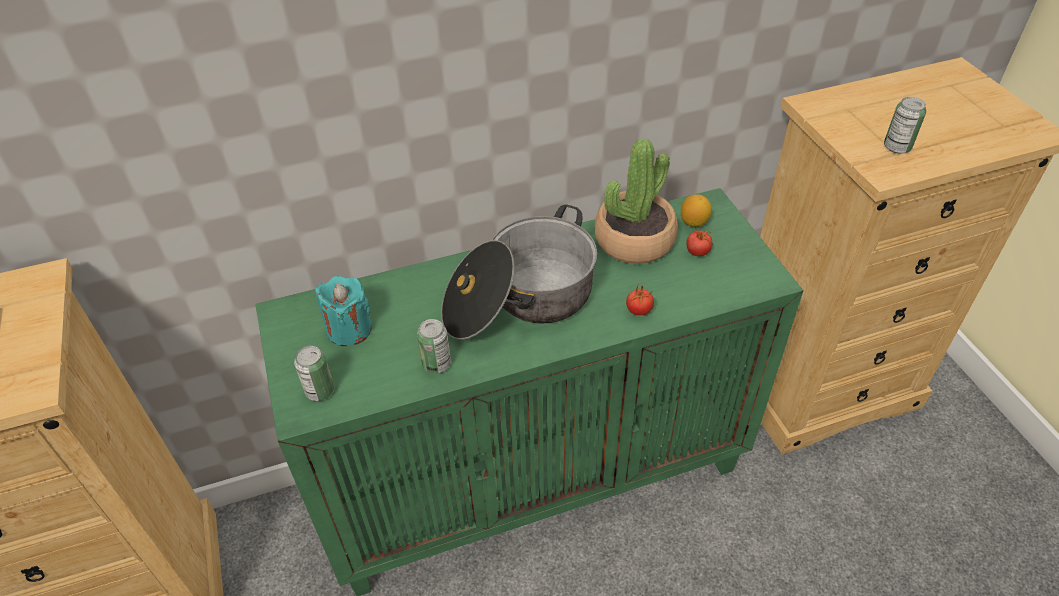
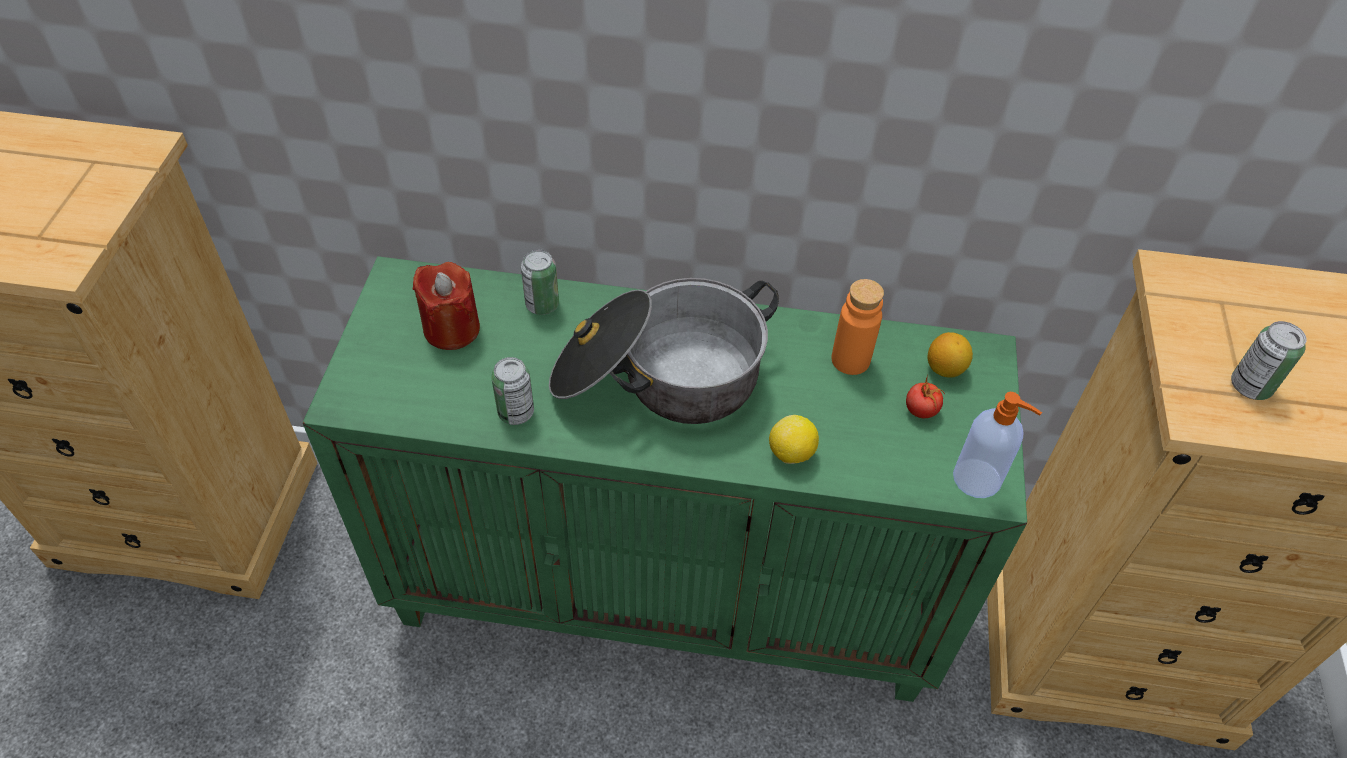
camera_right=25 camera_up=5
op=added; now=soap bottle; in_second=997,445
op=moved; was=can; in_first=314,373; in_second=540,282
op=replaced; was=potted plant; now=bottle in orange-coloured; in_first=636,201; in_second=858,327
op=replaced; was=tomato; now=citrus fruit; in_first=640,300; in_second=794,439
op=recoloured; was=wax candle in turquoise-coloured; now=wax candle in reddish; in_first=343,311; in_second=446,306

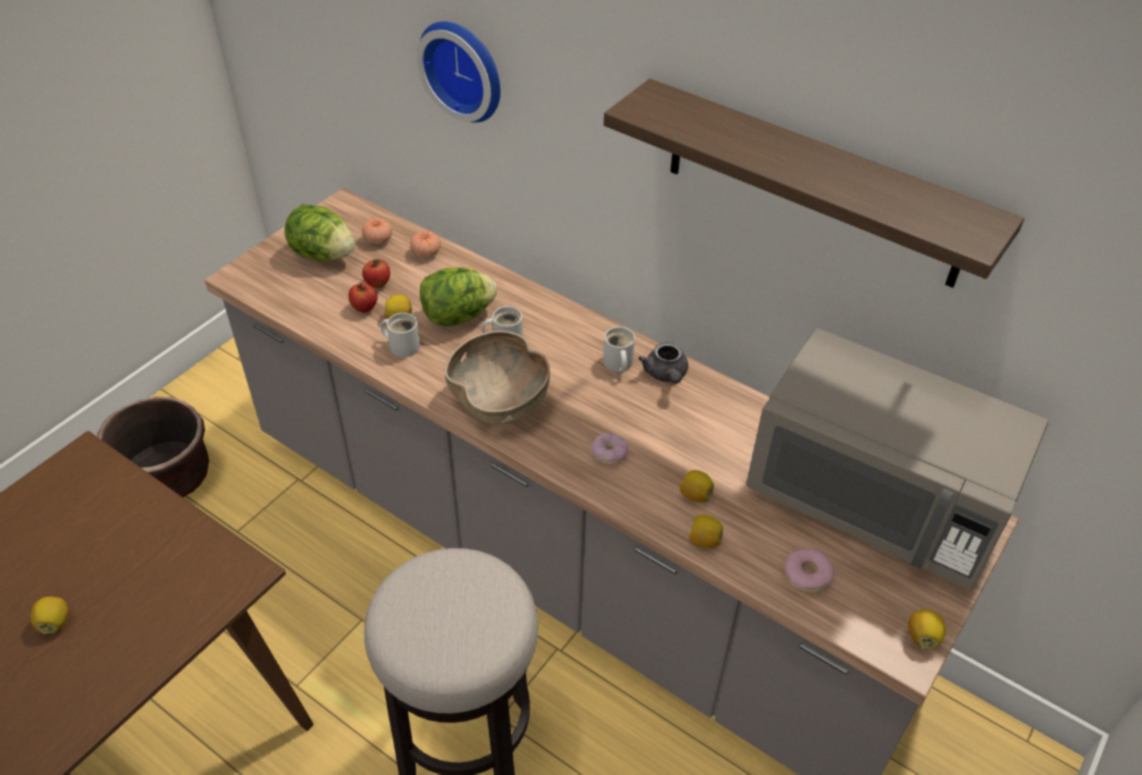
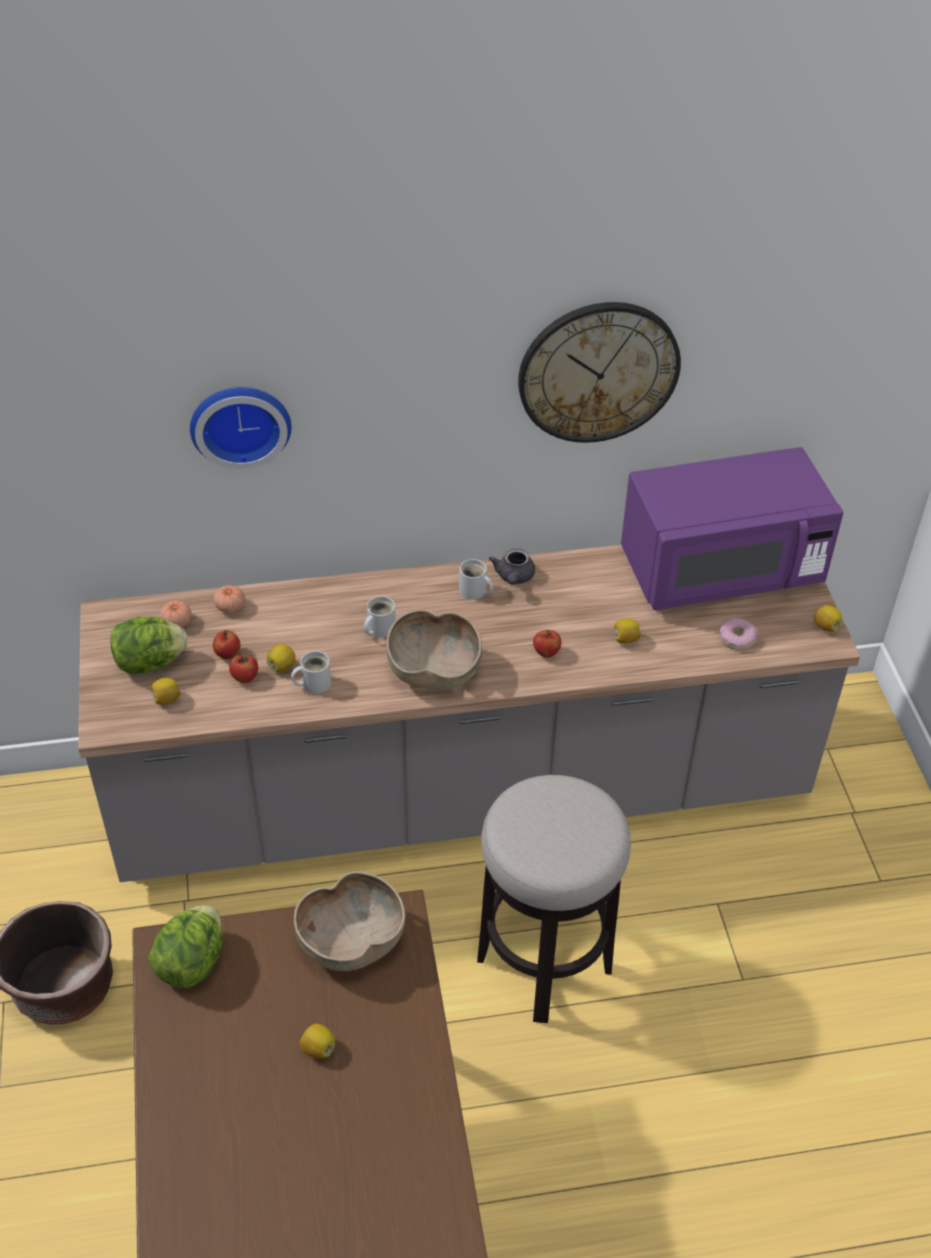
camera_right=-45 camera_up=0
op=added; now=serving bowl in brownish; in_second=350,921
op=moved; was=head of lettuce; in_first=458,296; in_second=185,946
op=moved; was=citrus fruit; in_first=706,531; in_second=166,691
op=replaced; was=ring doughnut; now=whole apple; in_first=609,448; in_second=547,644
op=replaced; was=bracket shelf; now=wall clock; in_first=814,183; in_second=599,372
op=recoloured; was=kitchen microwave in greyish; now=kitchen microwave in purple-coloured; in_first=897,459; in_second=732,528
op=turned; was=tea pot in greyish; in_first=663,363; in_second=512,567; clockwise=60

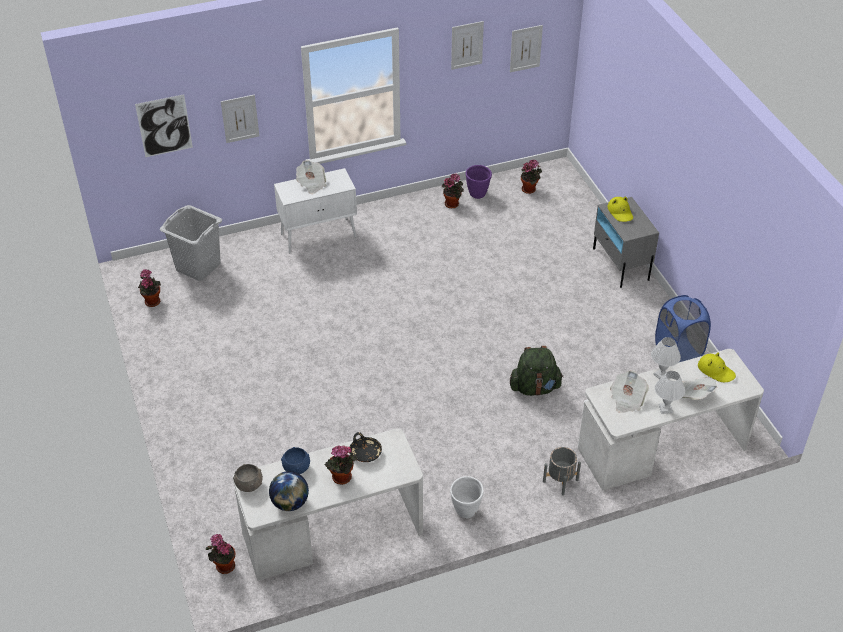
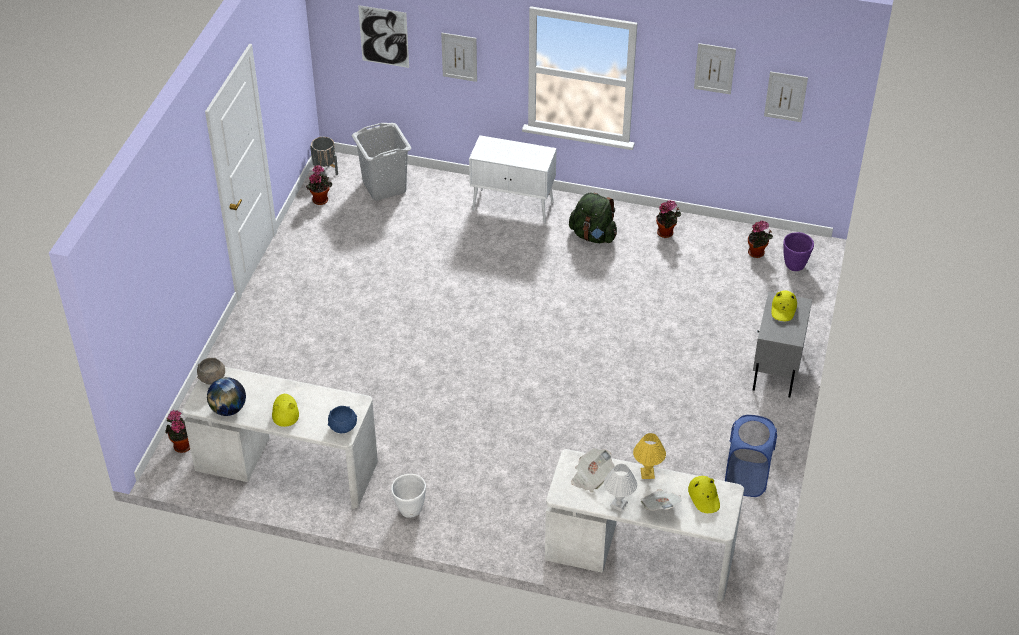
camera_right=35 camera_up=0
op=removed; was=newspaper; in_first=311,177
op=removed; was=serving bowl in black; in_first=366,447
op=moved; was=serving bowl in blue-coloured; in_first=295,460; in_second=342,419
op=moved; was=planter in purple-coloured; in_first=479,182; in_second=798,251
op=moved; was=backpack in greenish; in_first=536,371; in_second=593,218
op=moved; was=planter in greyish; in_first=562,471; in_second=324,156
op=replaced; was=potted plant; now=clothing hat in yellow; in_first=340,465; in_second=285,410
op=recoloured; was=table lamp in white-coloured; now=table lamp in yellow; in_first=666,358; in_second=649,456

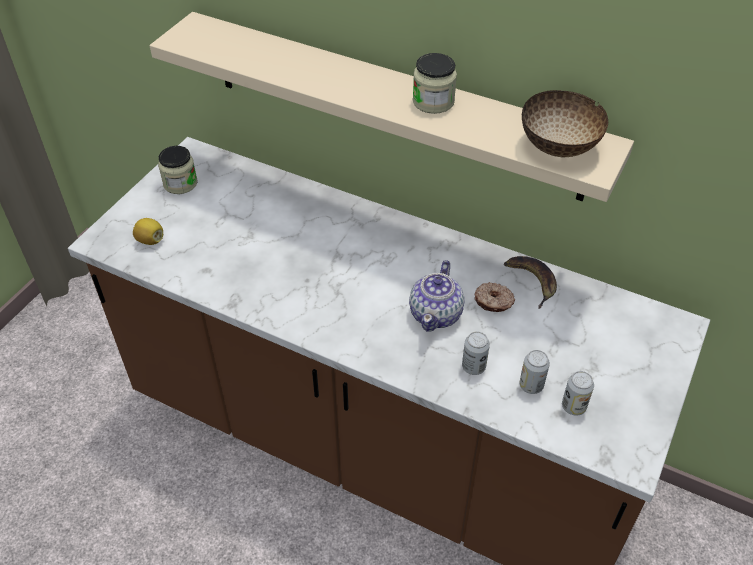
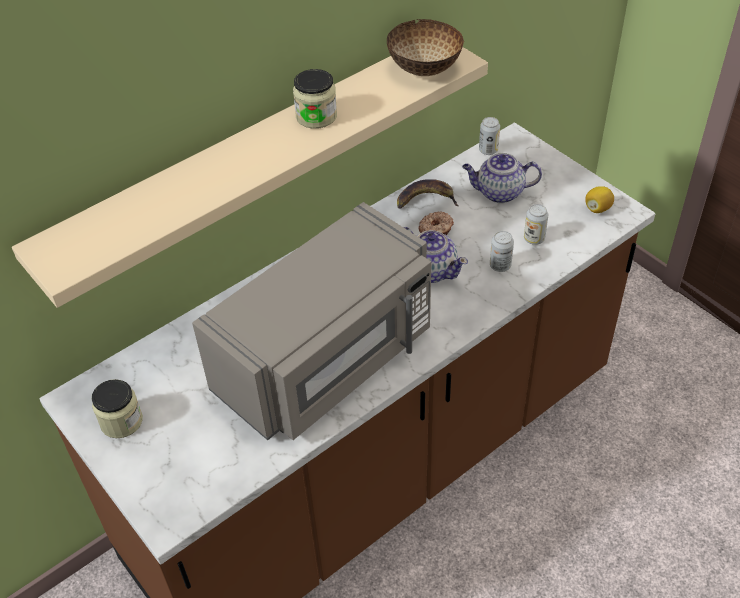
camera_right=-65 camera_up=0
op=added; now=kitchen microwave in greyish; in_second=311,321
op=added; now=tea pot; in_second=502,178
op=moved; was=citrus fruit; in_first=148,231; in_second=599,199
op=moved; was=can; in_first=578,393; in_second=489,136

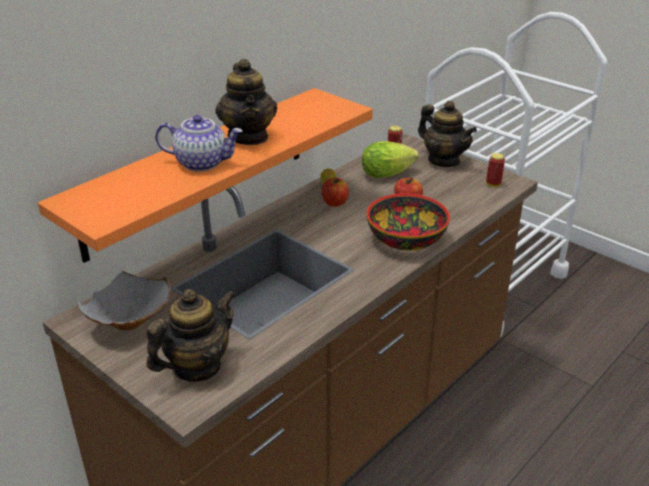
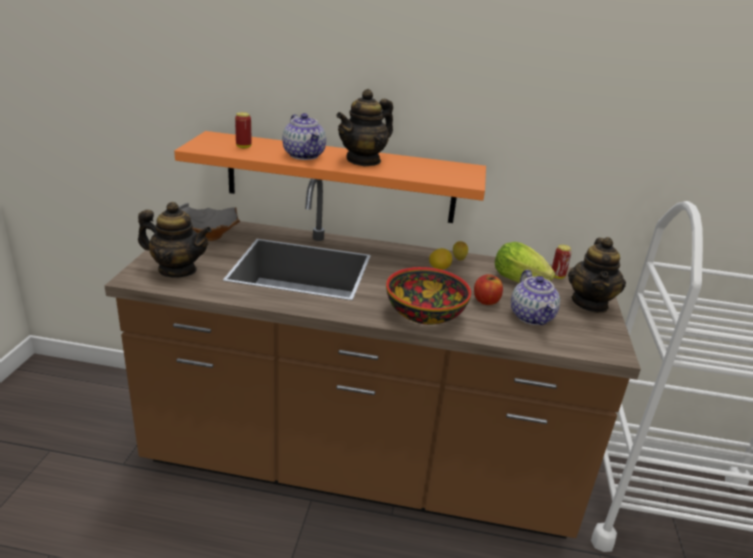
camera_right=55 camera_up=-5
op=added; now=tea pot; in_second=535,297
op=moved; was=can; in_first=495,170; in_second=243,130
op=replaced; was=whole apple; now=citrus fruit; in_first=335,192; in_second=440,259

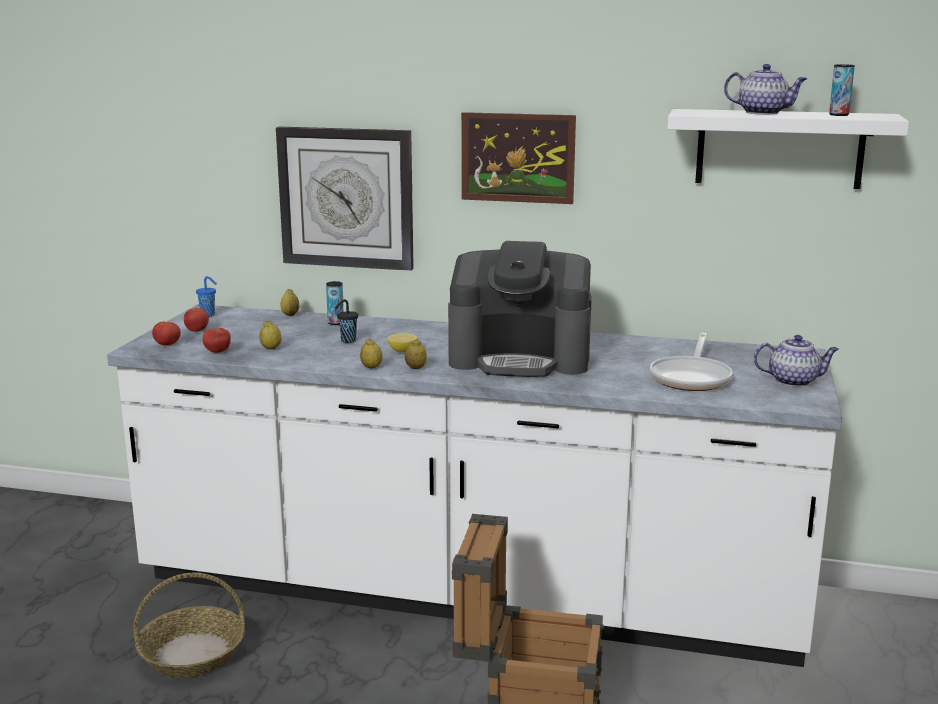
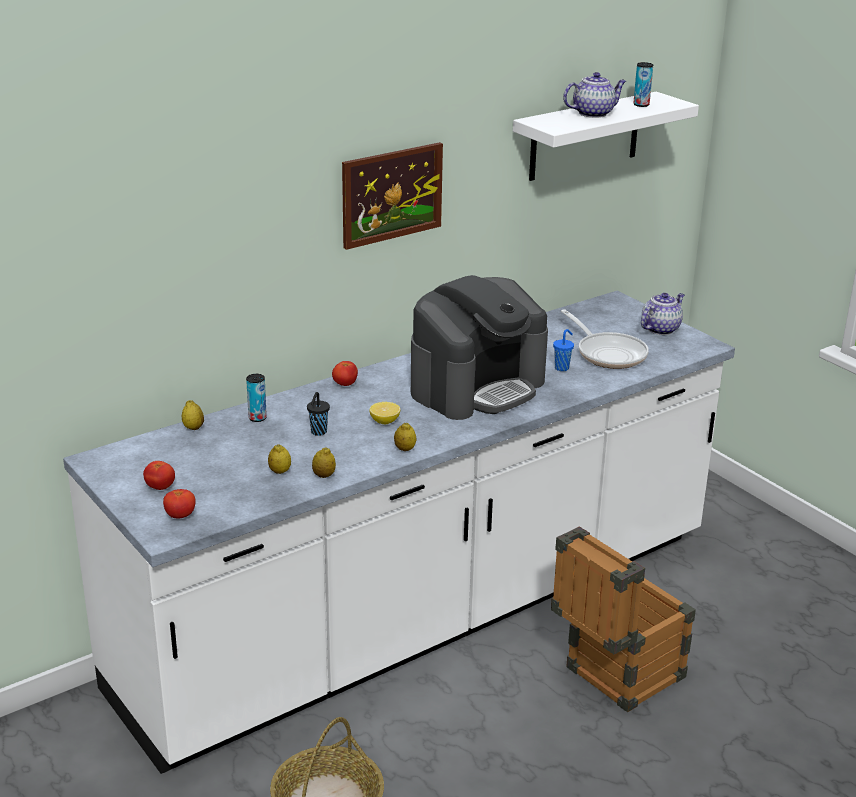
camera_right=-50 camera_up=10
op=removed; was=wall clock; in_first=345,199
op=moved; was=cup in blue-coloured; in_first=206,296; in_second=563,350
op=moved; was=tomato; in_first=217,340; in_second=345,373
op=moved; was=citrus fruit; in_first=416,354; in_second=324,462

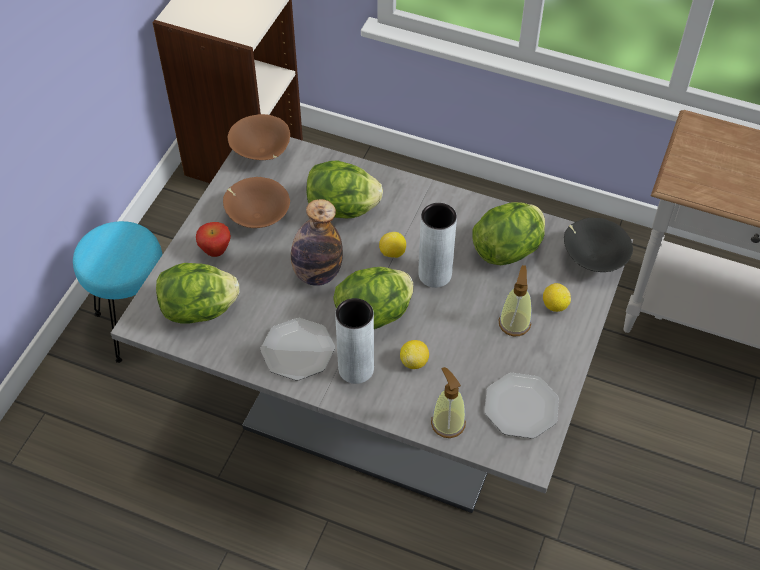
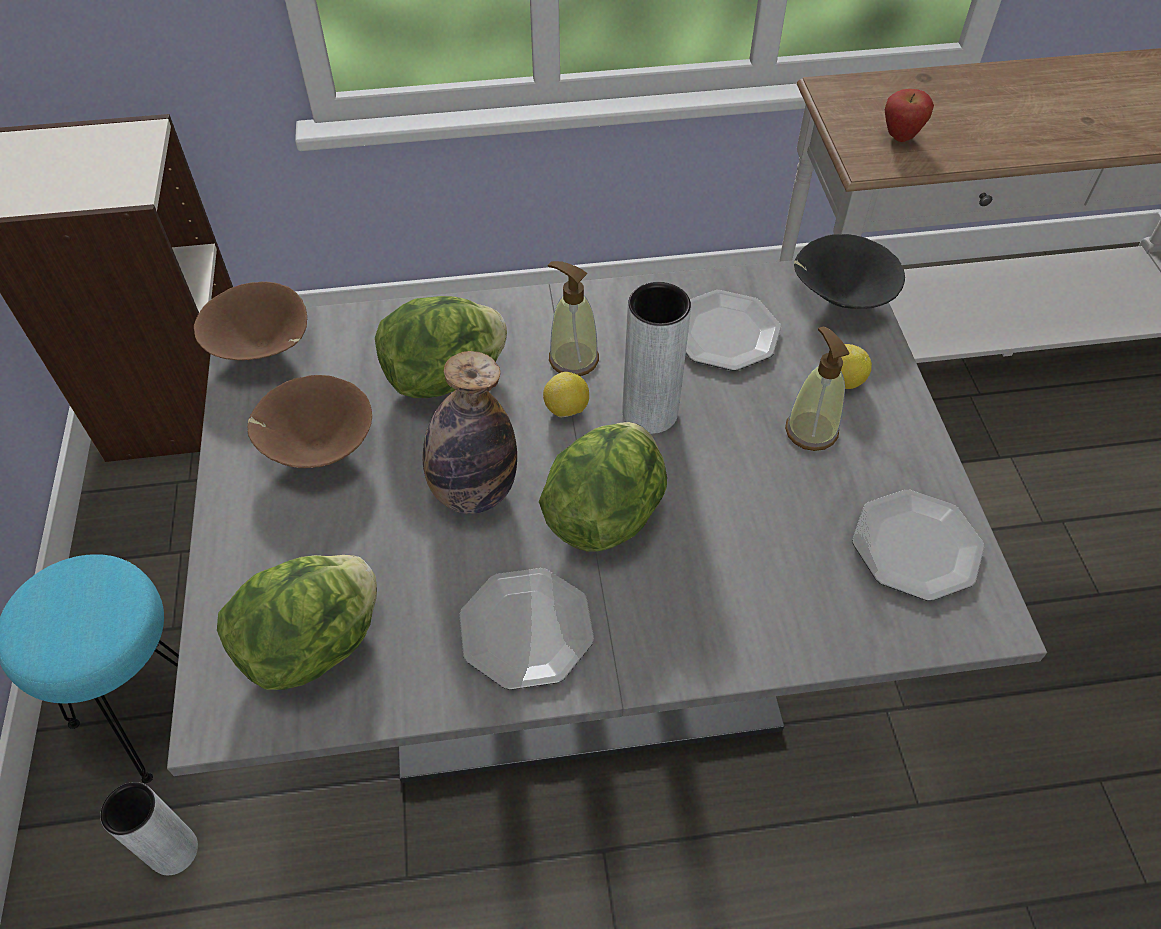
camera_right=-30 camera_up=0
op=removed; was=citrus fruit; in_first=414,354
op=moved; was=whole apple; in_first=213,239; in_second=909,115
op=moved; was=decorative vase in greyish; in_first=354,341; in_second=149,828
op=moved; was=soap bottle; in_first=448,402; in_second=573,318
op=replaced; was=head of lettuce; now=flat dish; in_first=508,233; in_second=733,330

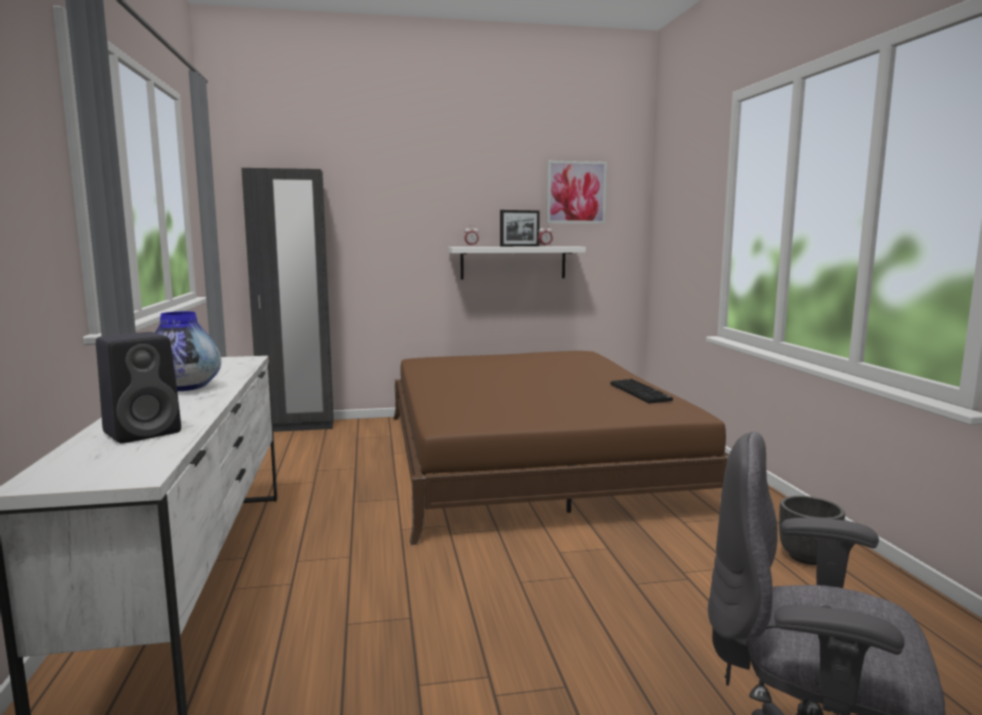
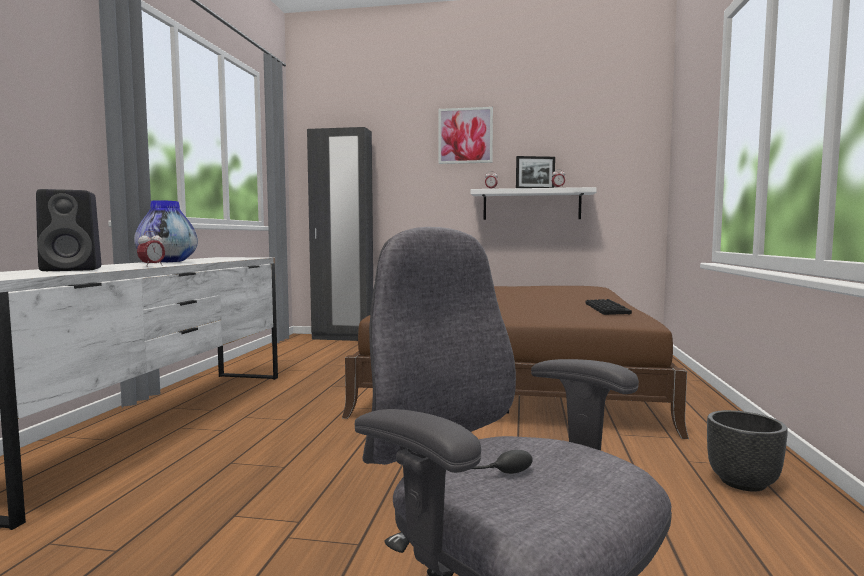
camera_right=20 camera_up=-5
op=added; now=bedside clock; in_second=151,248
op=moved; was=picture; in_first=577,192; in_second=466,135

